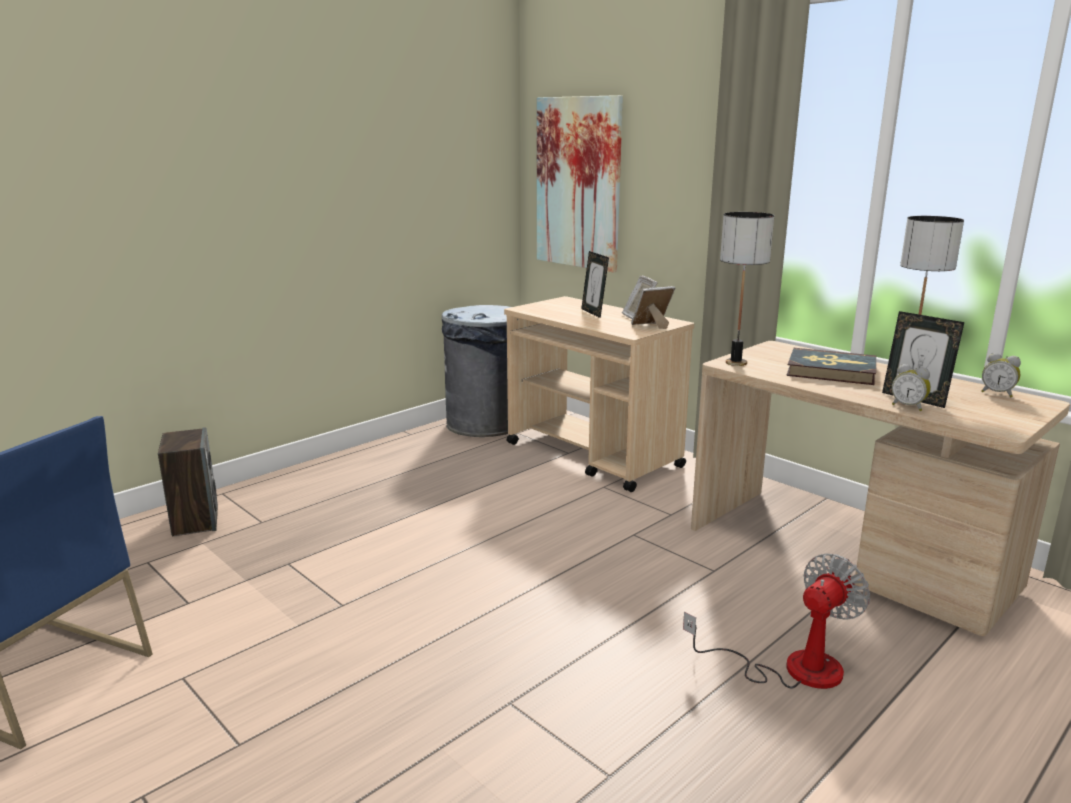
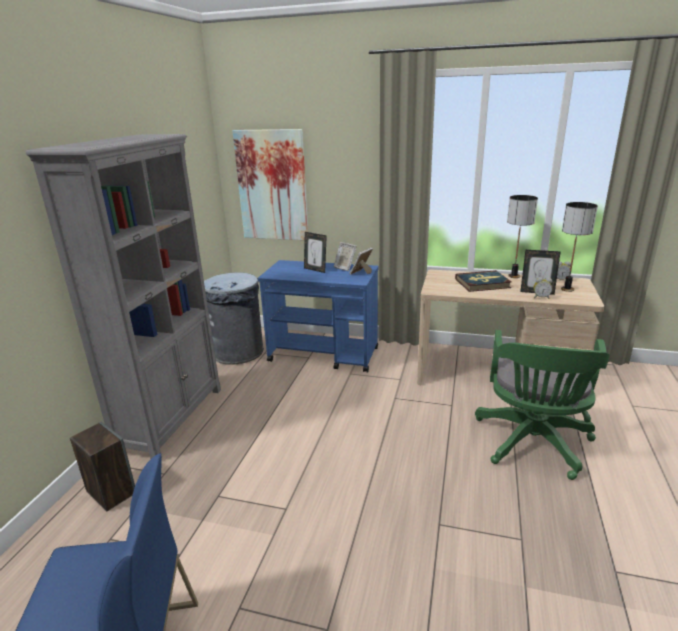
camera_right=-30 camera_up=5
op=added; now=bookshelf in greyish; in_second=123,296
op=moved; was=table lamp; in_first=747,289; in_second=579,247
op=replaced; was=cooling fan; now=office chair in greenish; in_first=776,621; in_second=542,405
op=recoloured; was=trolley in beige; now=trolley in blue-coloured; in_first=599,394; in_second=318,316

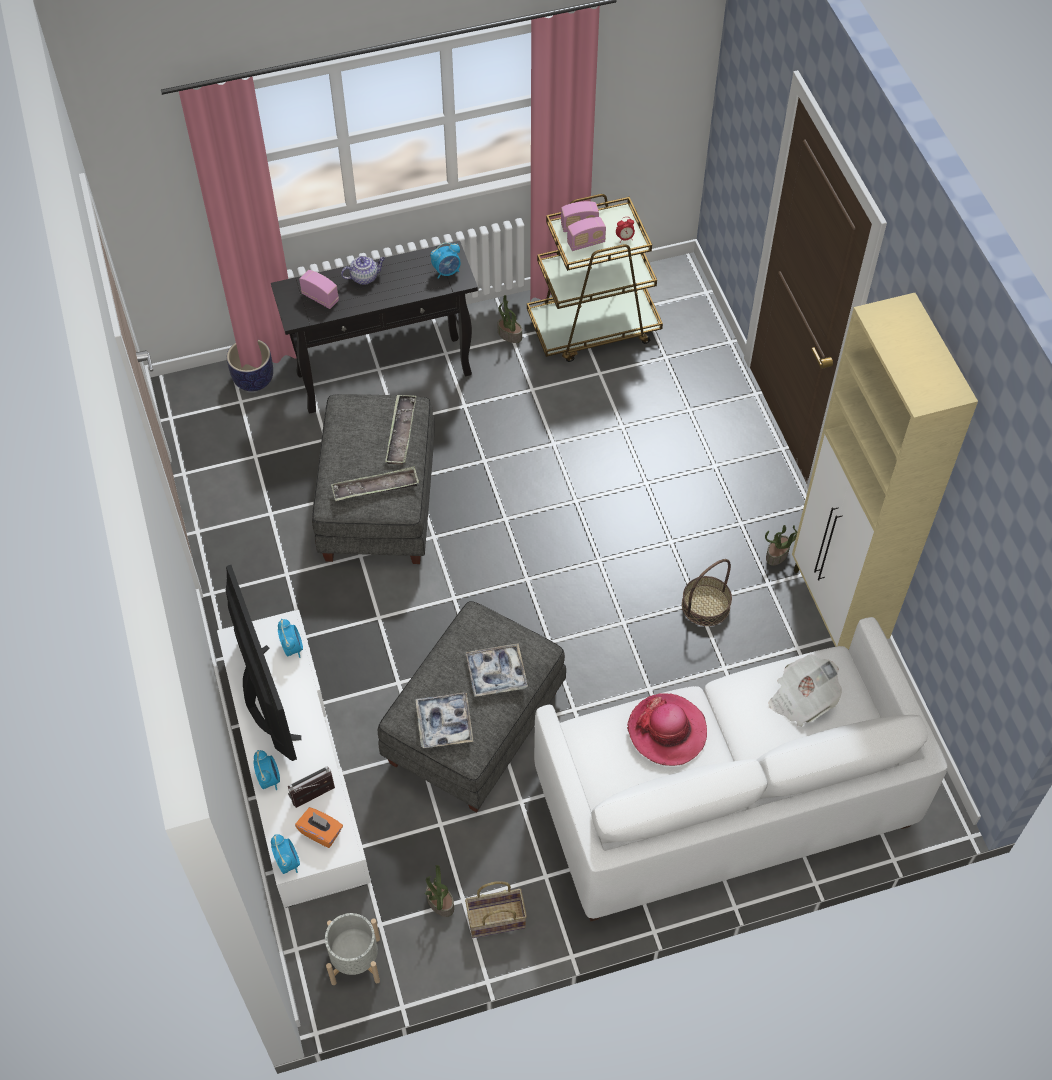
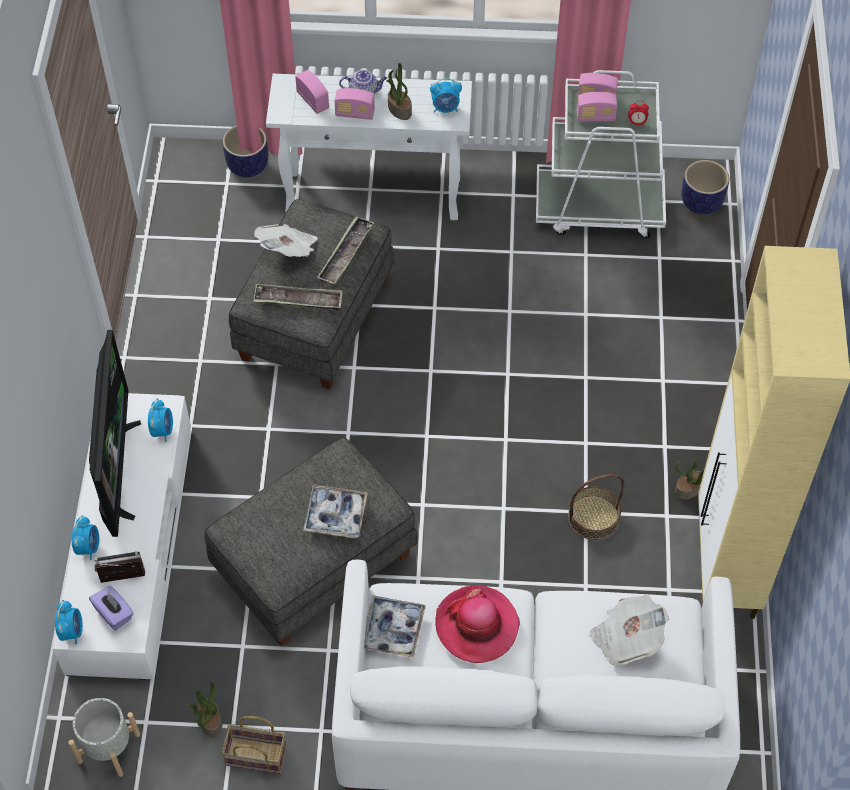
camera_right=20 camera_up=0
op=added; now=newspaper; in_second=286,240
op=added; now=radio receiver; in_second=354,104
op=added; now=planter; in_second=705,187
op=moved; was=serving tray; in_first=444,720; in_second=395,626
op=moved; was=potted plant; in_first=510,319; in_second=399,91
op=recoloured; was=console table in black; now=console table in white-coloured; in_first=374,327; in_second=369,147
op=recoloured; was=box of tissues in orange-coloured; now=box of tissues in purple-coloured; in_first=319,827; in_second=111,608
op=recoloured; was=trolley in brownish; now=trolley in white-coloured; in_first=595,278; in_second=601,154

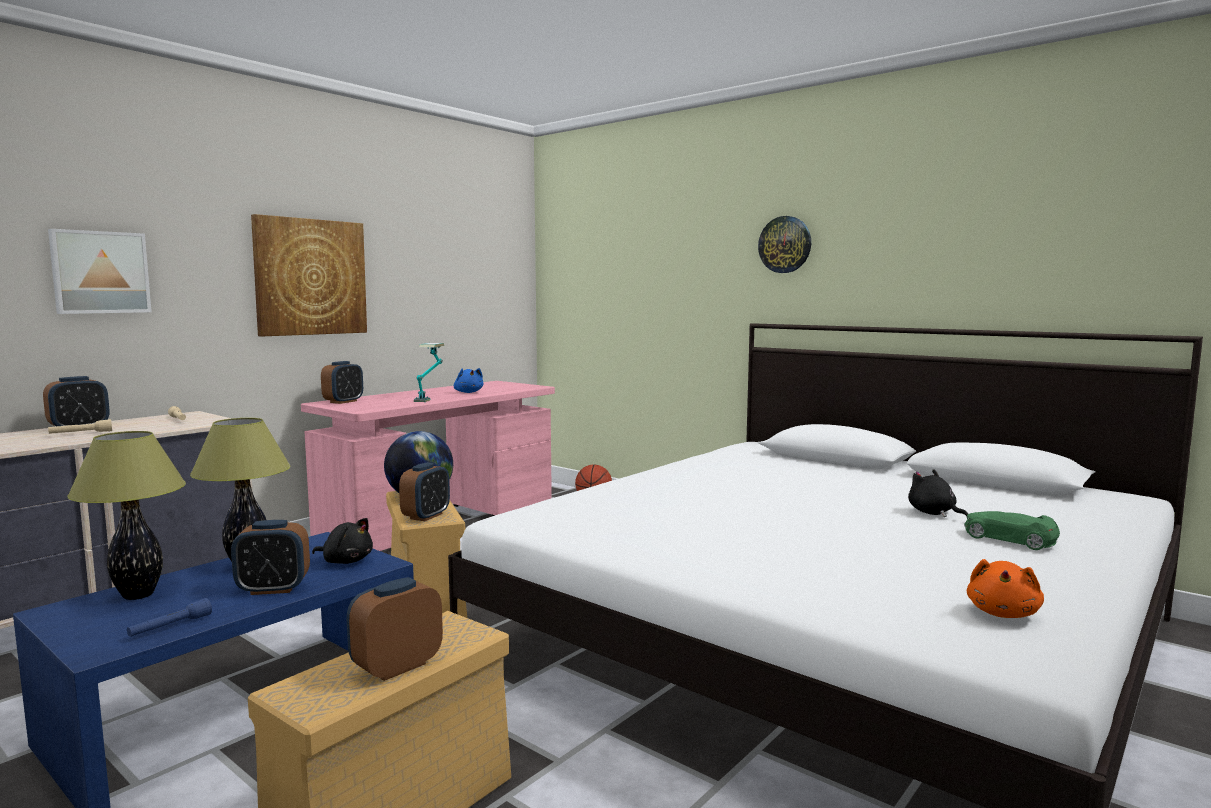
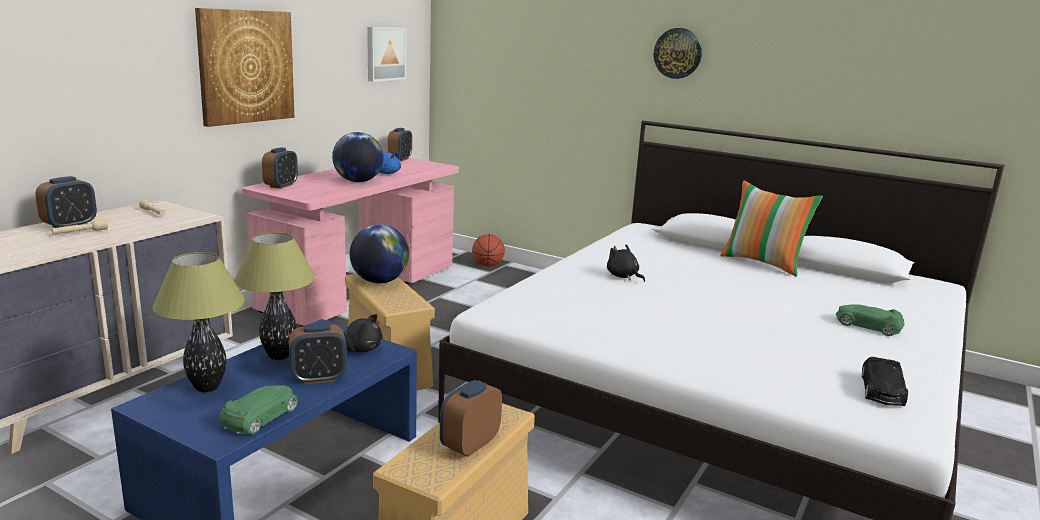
camera_right=-10 camera_up=10
op=added; now=throw pillow; in_second=771,229
op=moved; was=picture; in_first=100,271; in_second=386,54
op=moved; was=bedside clock; in_first=424,491; in_second=400,144
op=moved; was=soft toy in black; in_first=938,493; in_second=626,263
op=replaced; was=torch in blue-coloured; now=model car in greenish; in_first=169,617; in_second=258,409
op=replaced; was=table lamp; now=globe; in_first=429,372; in_second=357,157
op=replaced; was=soft toy in orange-coloured; now=model car in black; in_first=1005,588; in_second=885,381

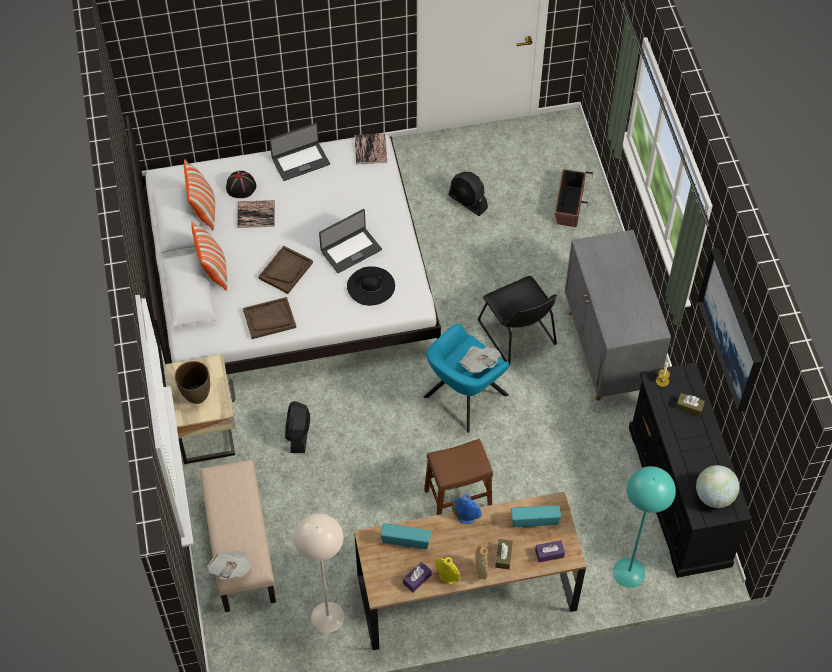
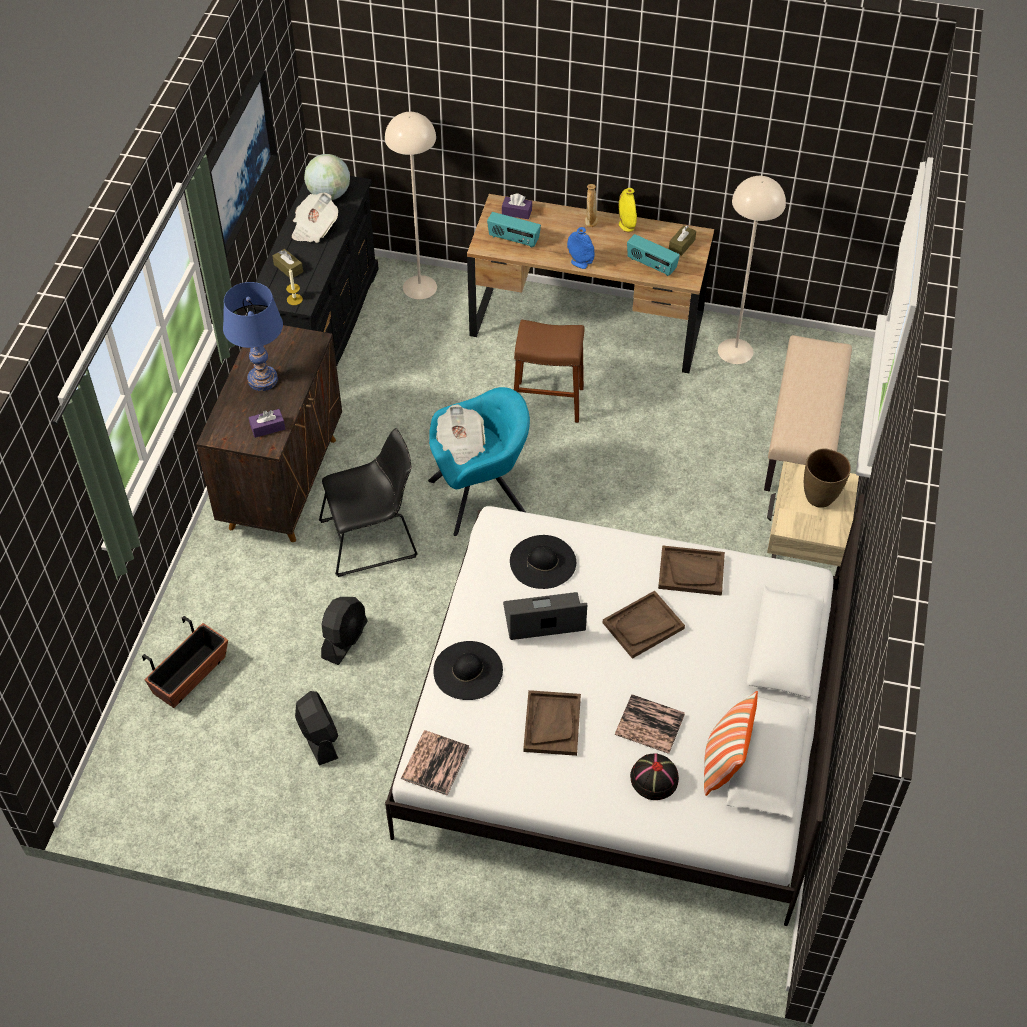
camera_right=-155 camera_up=-5
op=removed; was=throw pillow; in_first=209,256
op=removed; was=portable computer; in_first=300,152
op=added; now=table lamp in blue-coloured; in_second=253,336
op=added; now=clothing hat in black; in_second=468,670
op=added; now=serving tray in brownish; in_second=552,723
op=moved; was=newspaper; in_first=229,564; in_second=315,218
op=moved; was=cooling fan in black; in_first=297,427; in_second=344,631
op=moved; was=box of tissues in purple-coloured; in_first=417,577; in_second=267,423
op=moved; was=box of tissues in brownish; in_first=504,554; in_second=682,240
op=recoloured; was=cupboard in greyish; now=cupboard in brownish; in_first=618,315; in_second=269,433
op=recoloured; was=standard lamp in turquoise-coloured; now=standard lamp in beige; in_first=644,527; in_second=411,205
op=turned; was=chair in black; in_first=517,320; in_second=368,502; clockwise=75

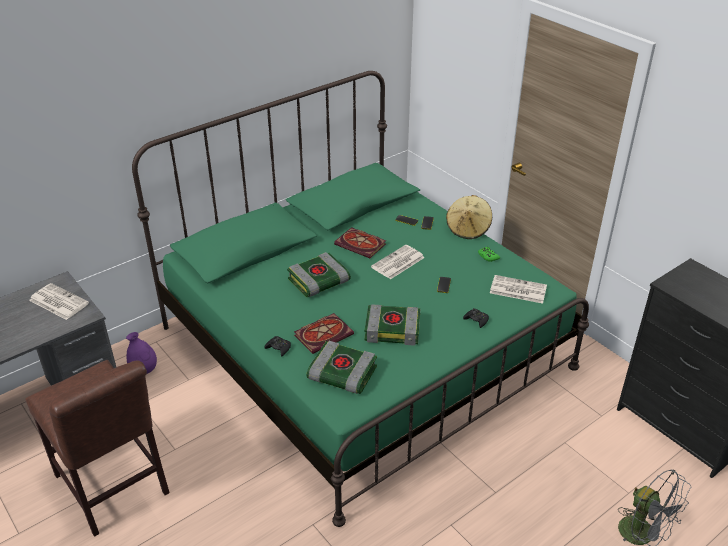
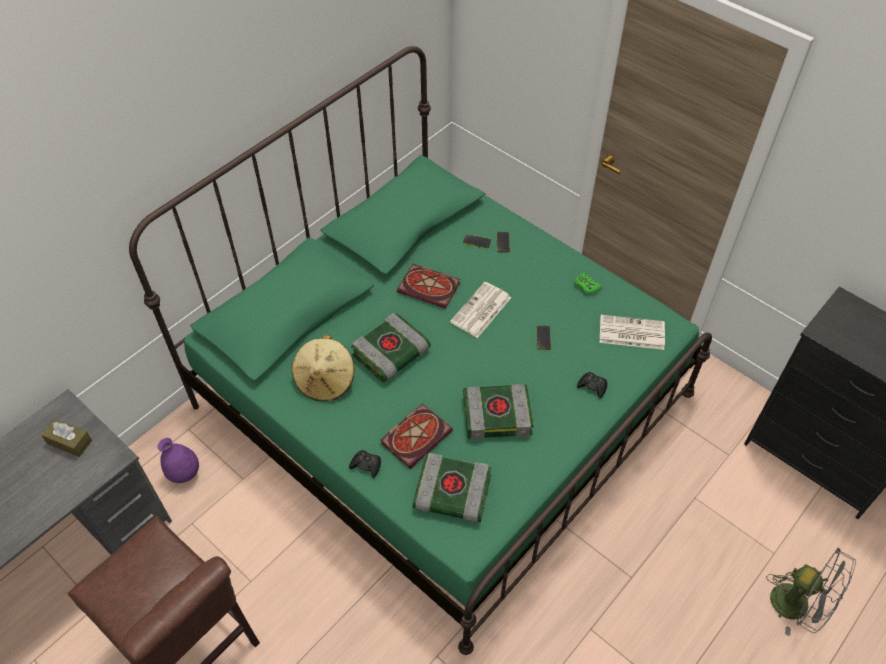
camera_right=-10 camera_up=15
op=moved; was=clothing hat in beige; in_first=469,217; in_second=323,368
op=replaced; was=newspaper; now=box of tissues in brownish; in_first=59,301; in_second=66,438

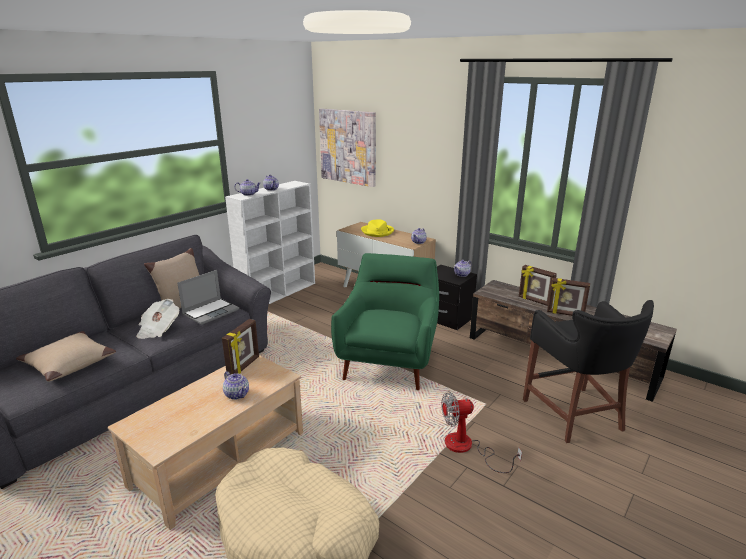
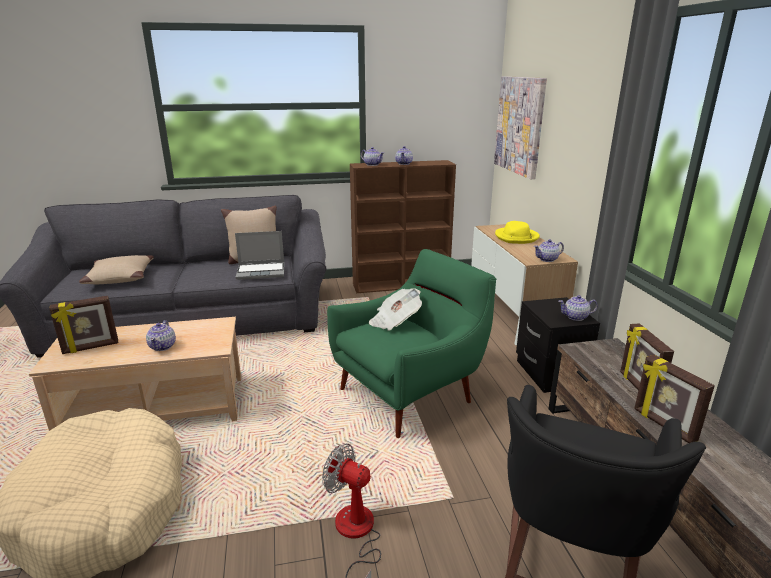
camera_right=40 camera_up=0
op=moved; was=newspaper; in_first=157,319; in_second=395,309
op=moved; was=standing frame; in_first=240,347; in_second=83,325
op=recoloured; was=bookshelf in white-coloured; now=bookshelf in brownish; in_first=270,242; in_second=403,226

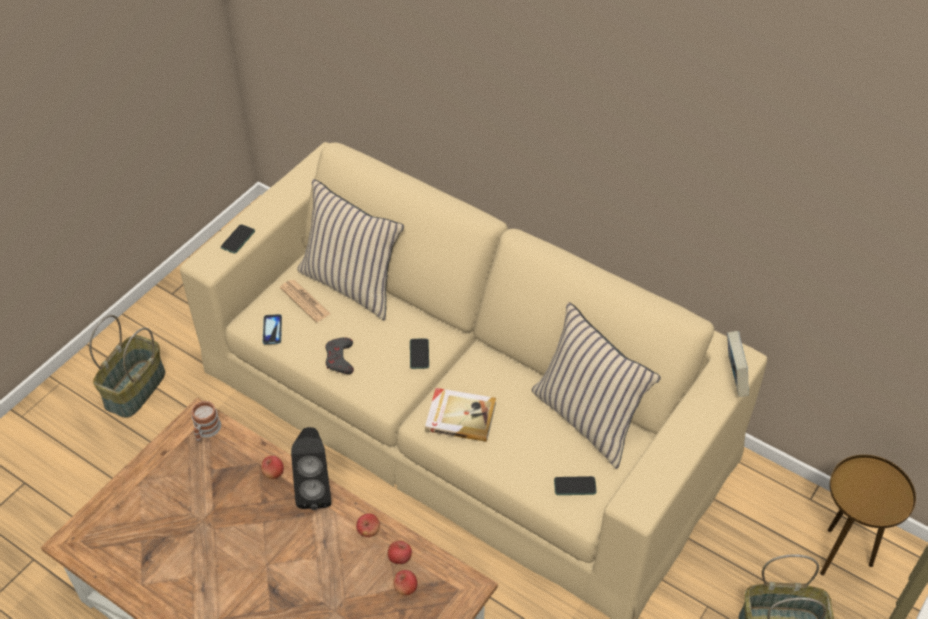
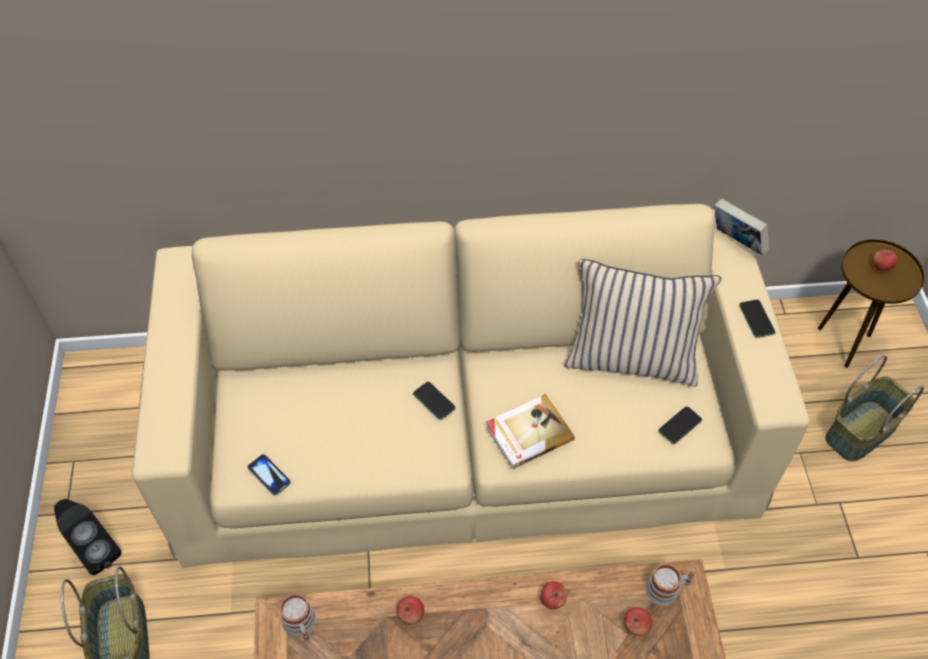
camera_right=-40 camera_up=5
op=removed; was=newspaper; in_first=305,301
op=removed; was=throw pillow in beige; in_first=350,250
op=removed; was=joypad in greyish; in_first=339,355
op=added; now=coffee mug; in_second=671,584
op=moved; was=handset; in_first=238,239; in_second=757,318
op=moved; was=speaker in black; in_first=311,468; in_second=87,537
op=moved; was=whole apple; in_first=400,552; in_second=885,260

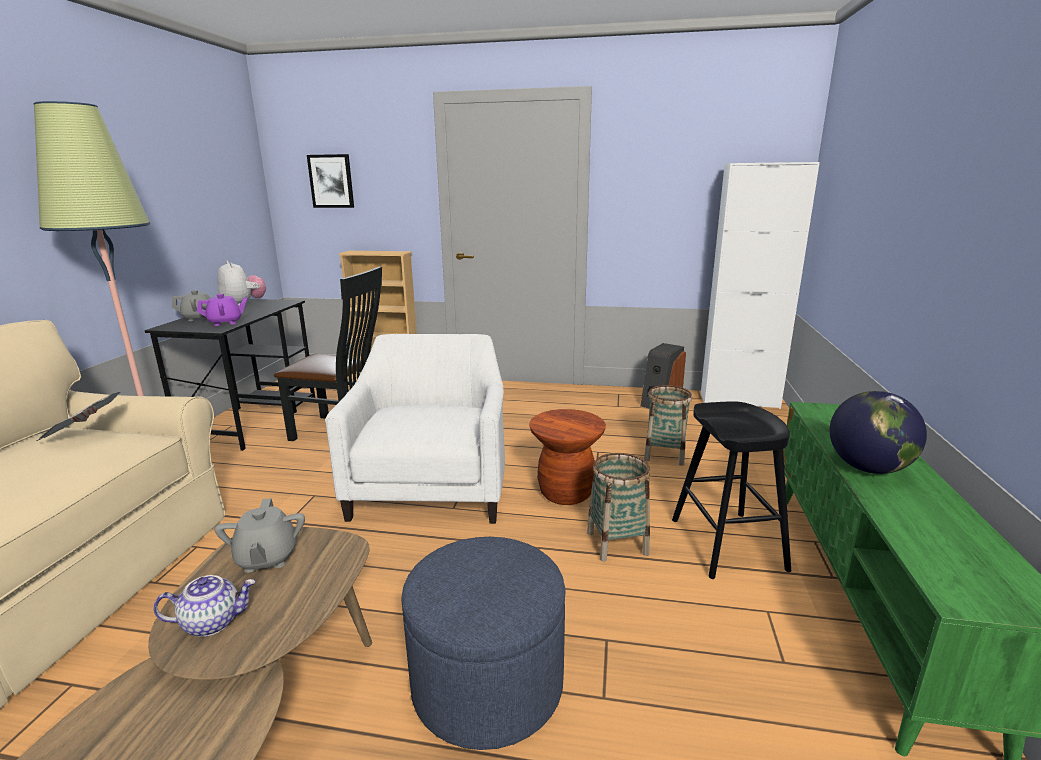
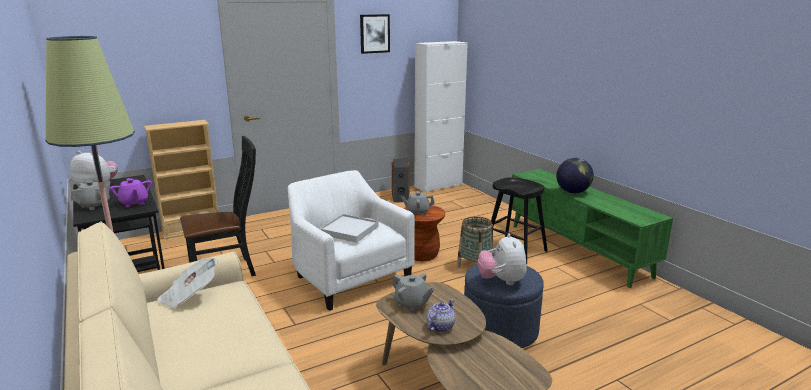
camera_right=-40 camera_up=0
op=removed; was=household basket; in_first=668,425
op=added; now=serving tray in white-coloured; in_second=348,228
op=added; now=tea pot in greyish; in_second=418,203
op=added; now=soft toy; in_second=502,259
op=moved; was=picture; in_first=330,181; in_second=375,34
op=turned; was=tea pot in purple-coloured; in_first=222,310; in_second=131,192; clockwise=120

